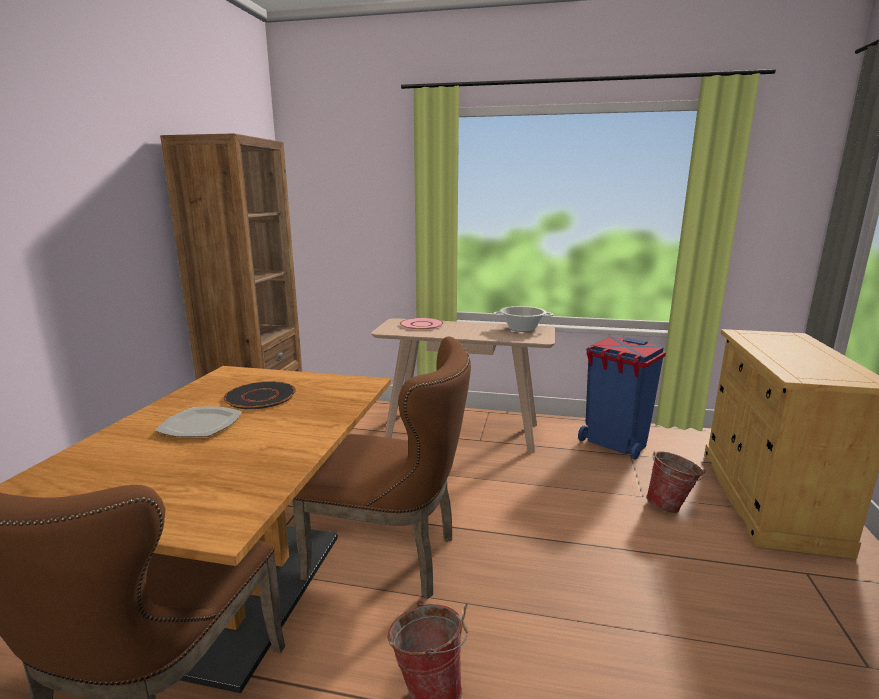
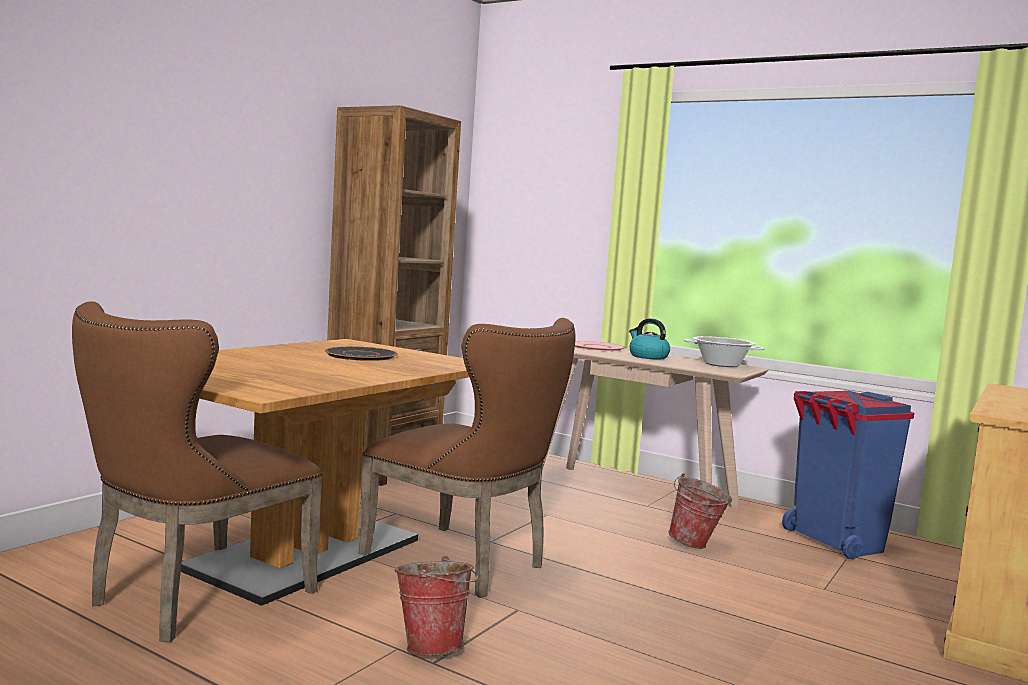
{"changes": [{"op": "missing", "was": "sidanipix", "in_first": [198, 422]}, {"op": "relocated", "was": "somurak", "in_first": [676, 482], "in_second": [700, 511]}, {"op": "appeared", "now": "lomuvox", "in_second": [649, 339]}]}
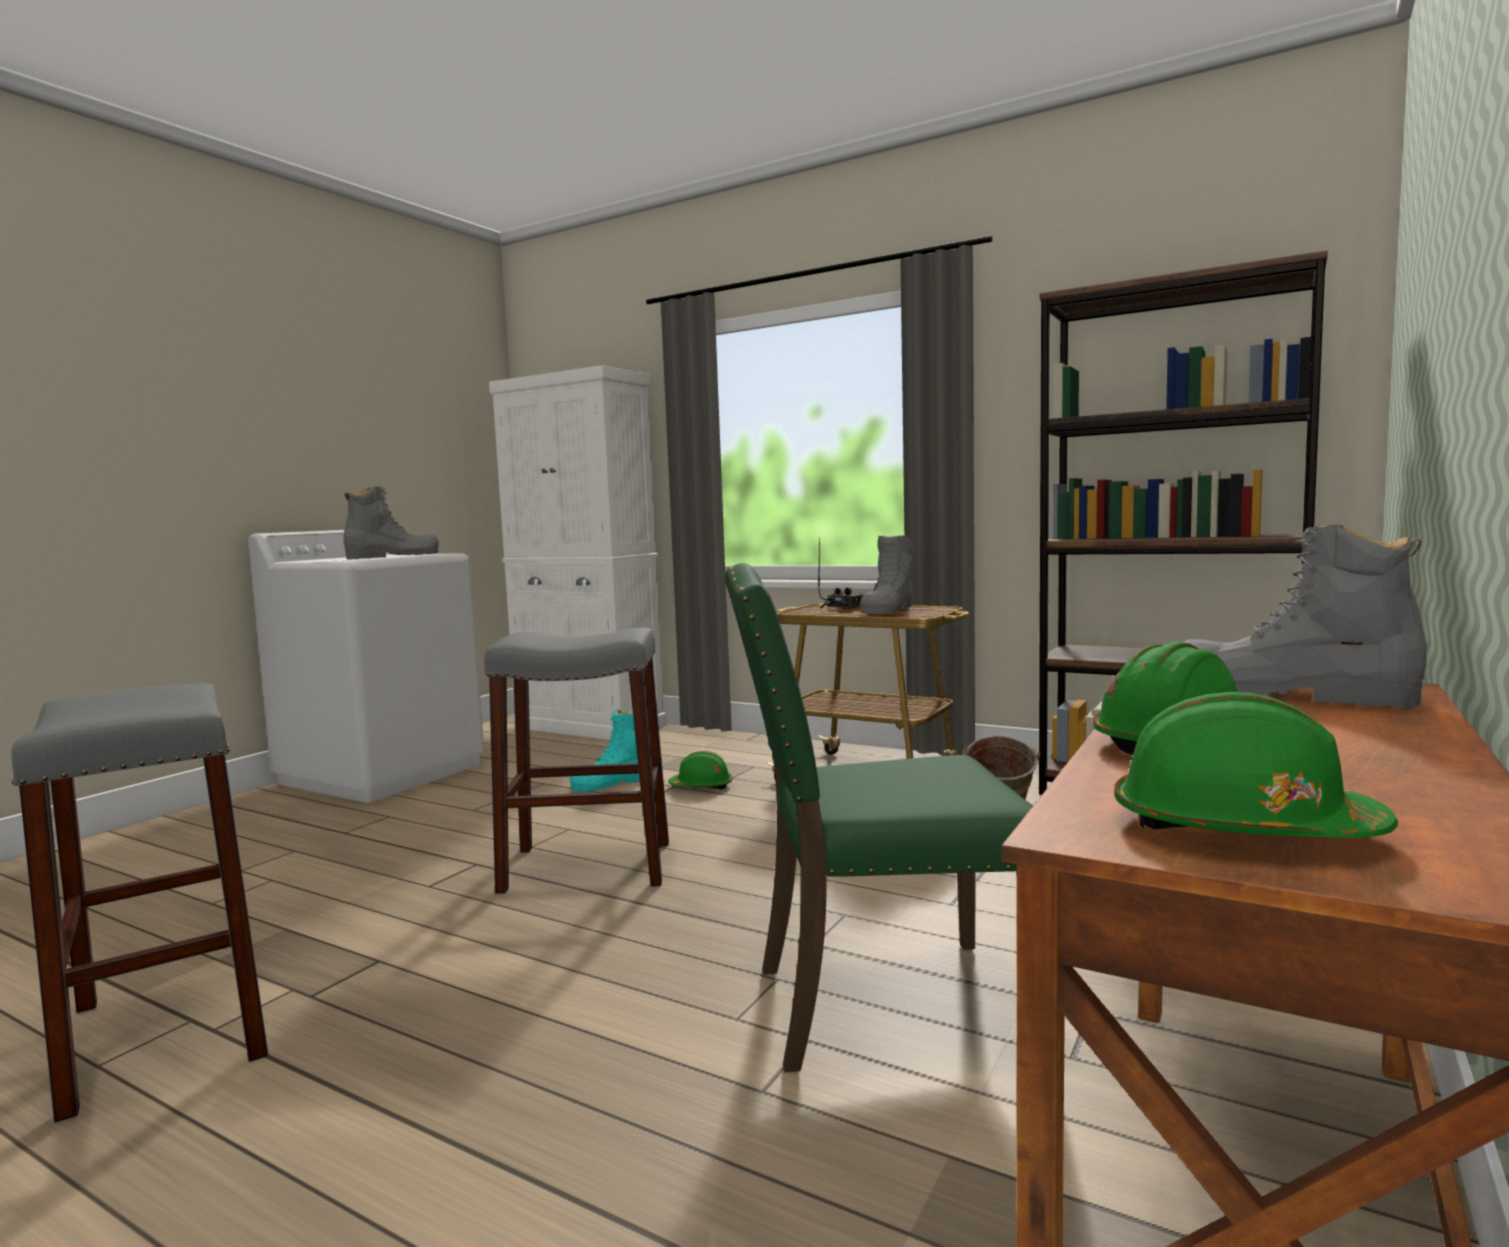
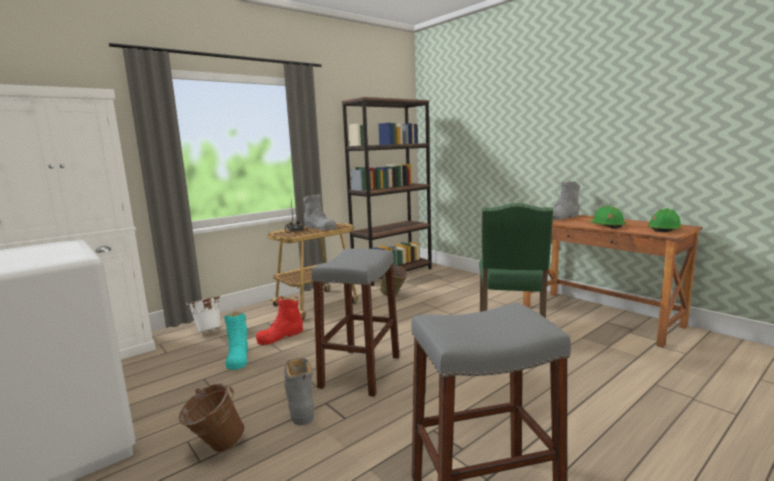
{"changes": [{"op": "relocated", "was": "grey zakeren", "in_first": [391, 522], "in_second": [299, 391]}, {"op": "exchanged", "was": "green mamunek", "now": "red zakeren", "in_first": [700, 770], "in_second": [279, 320]}, {"op": "appeared", "now": "brown somurak", "in_second": [212, 417]}, {"op": "appeared", "now": "white somurak", "in_second": [203, 314]}]}
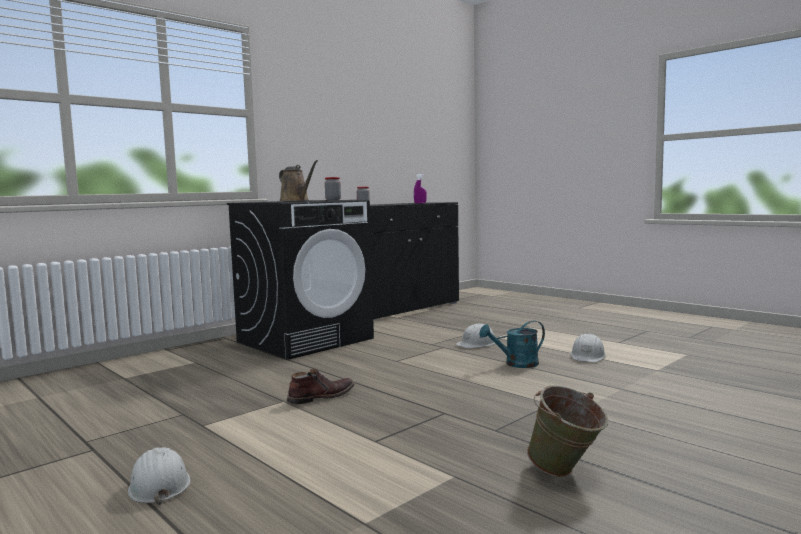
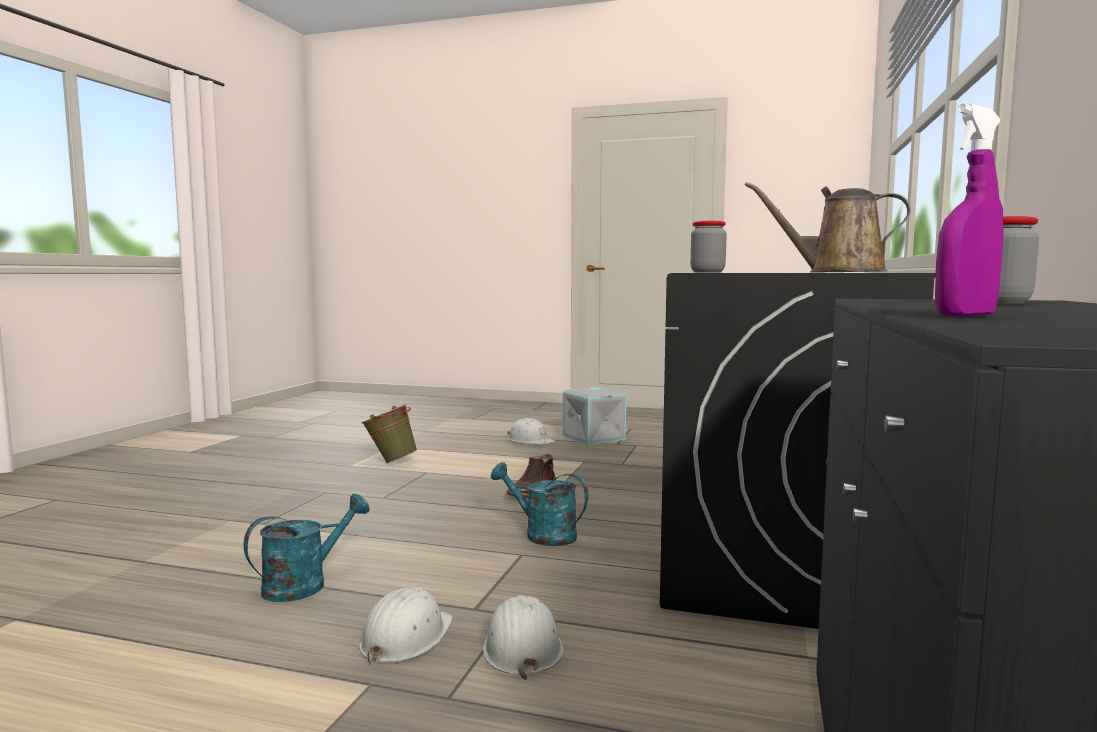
{"changes": [{"op": "relocated", "was": "green somurak", "in_first": [567, 431], "in_second": [389, 433]}, {"op": "relocated", "was": "white mamunek", "in_first": [588, 347], "in_second": [523, 637]}, {"op": "appeared", "now": "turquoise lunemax", "in_second": [540, 504]}, {"op": "appeared", "now": "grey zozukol", "in_second": [594, 416]}]}
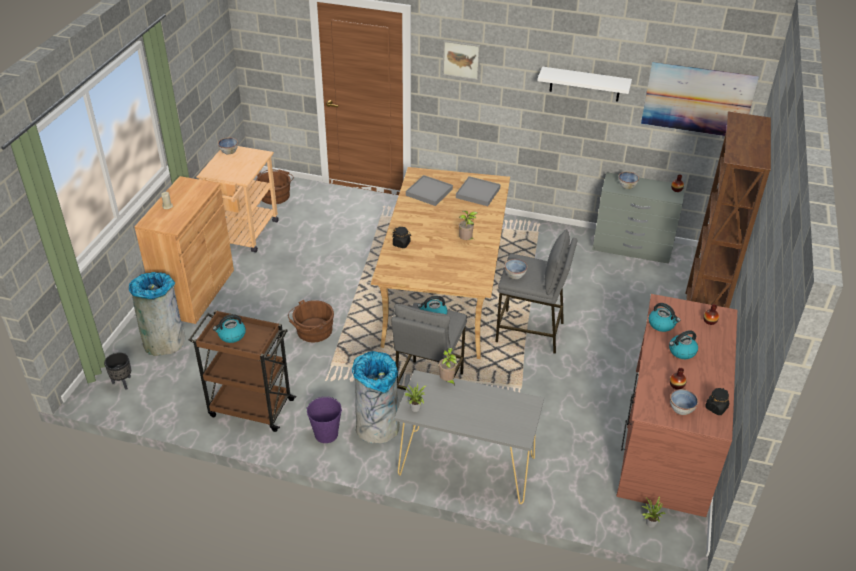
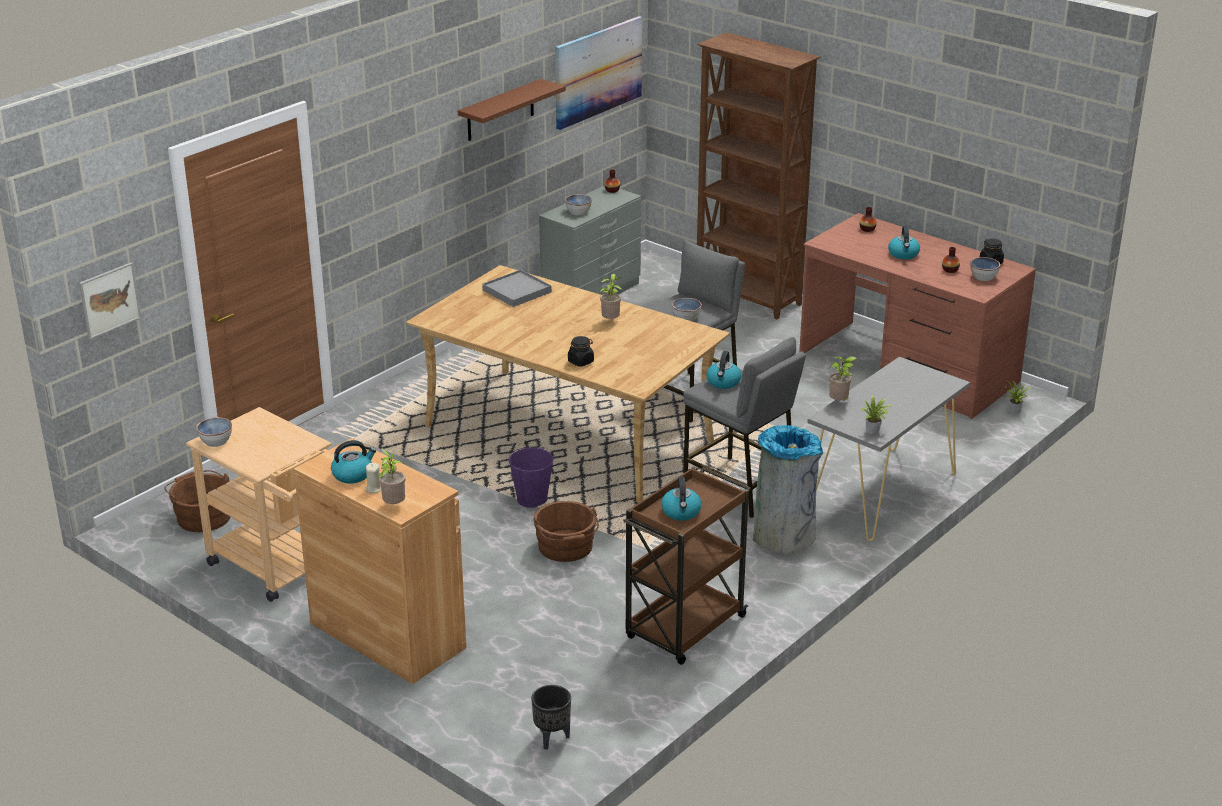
{"changes": [{"op": "missing", "was": "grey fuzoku", "in_first": [157, 314]}, {"op": "relocated", "was": "purple somurak", "in_first": [324, 419], "in_second": [531, 477]}, {"op": "missing", "was": "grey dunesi", "in_first": [429, 190]}, {"op": "relocated", "was": "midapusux", "in_first": [461, 60], "in_second": [110, 301]}, {"op": "colour", "was": "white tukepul", "now": "brown tukepul", "in_first": [584, 84], "in_second": [512, 110]}, {"op": "relocated", "was": "lomuvox", "in_first": [665, 317], "in_second": [353, 461]}, {"op": "appeared", "now": "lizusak", "in_second": [392, 476]}]}
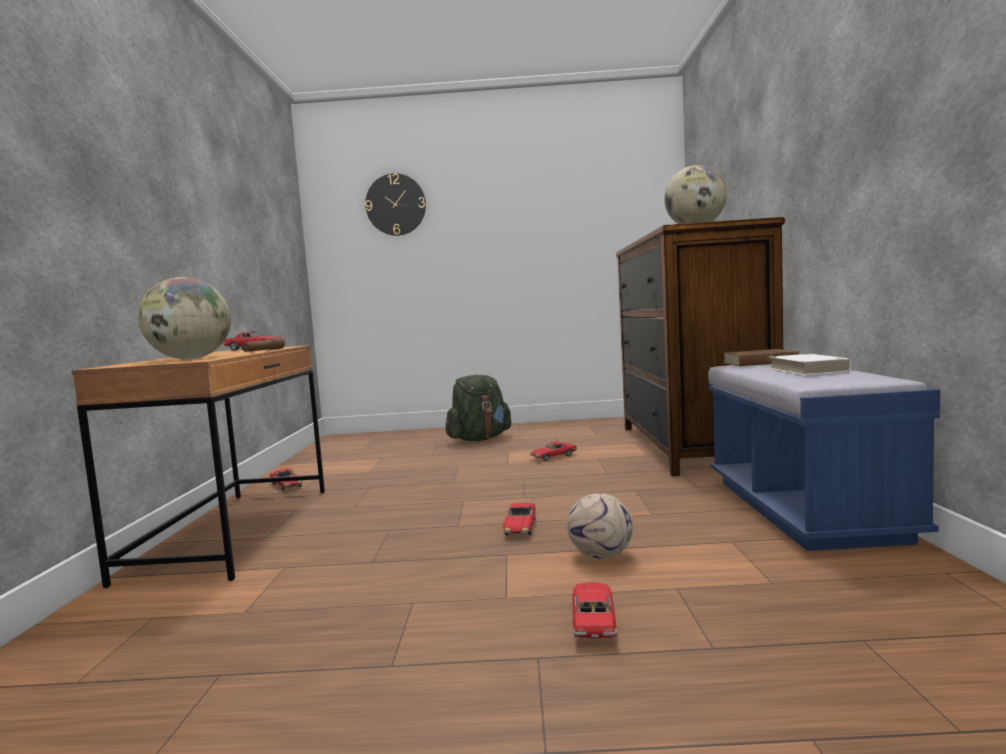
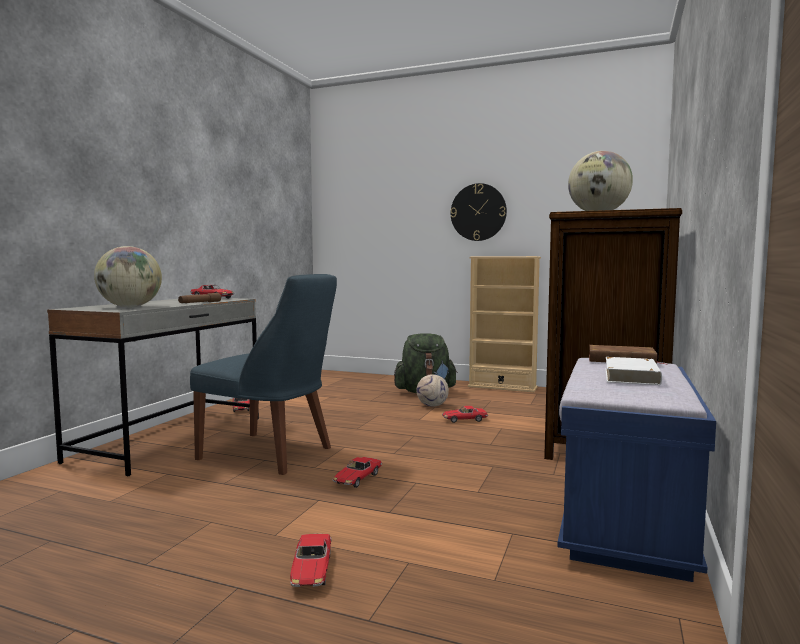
{"changes": [{"op": "colour", "was": "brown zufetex", "now": "grey zufetex", "in_first": [198, 466], "in_second": [153, 387]}, {"op": "relocated", "was": "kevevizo", "in_first": [395, 204], "in_second": [479, 212]}, {"op": "relocated", "was": "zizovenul", "in_first": [600, 526], "in_second": [433, 390]}, {"op": "spun", "was": "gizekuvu", "in_first": [594, 611], "in_second": [311, 560], "clockwise": 150}, {"op": "appeared", "now": "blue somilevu", "in_second": [263, 374]}, {"op": "appeared", "now": "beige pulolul", "in_second": [504, 324]}]}
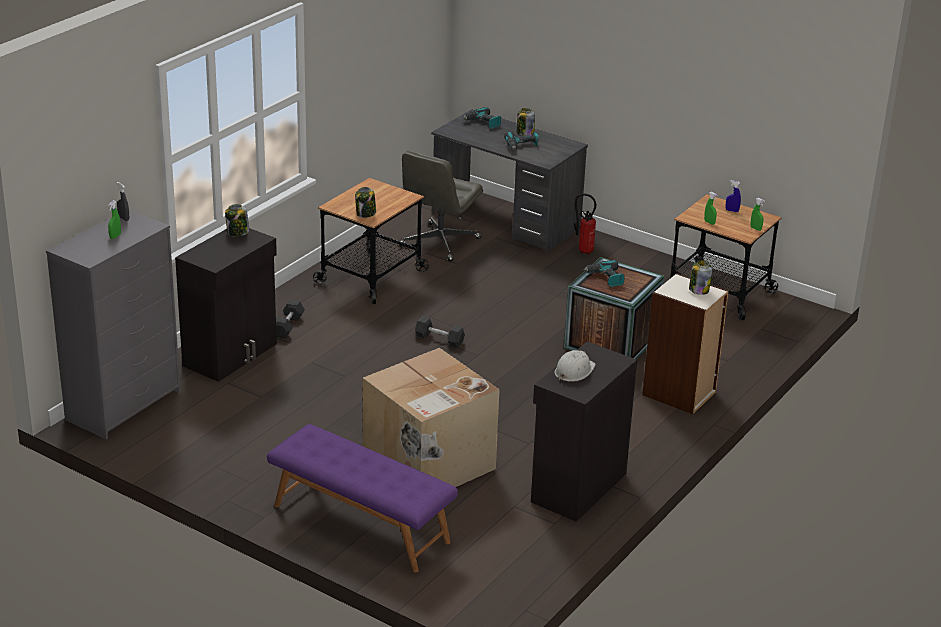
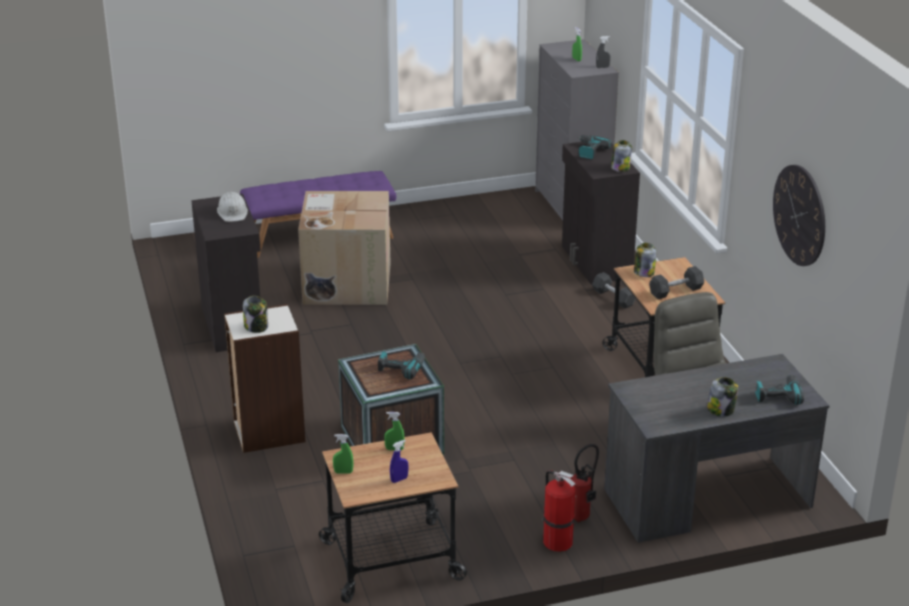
{"changes": [{"op": "relocated", "was": "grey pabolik", "in_first": [440, 332], "in_second": [676, 282]}, {"op": "relocated", "was": "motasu", "in_first": [521, 141], "in_second": [595, 147]}, {"op": "appeared", "now": "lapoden", "in_second": [558, 511]}, {"op": "appeared", "now": "kevevizo", "in_second": [799, 215]}]}
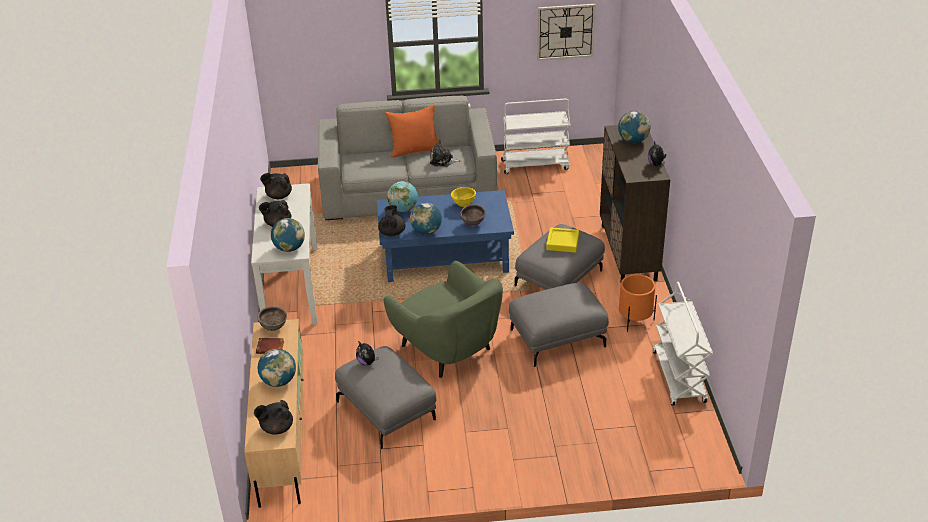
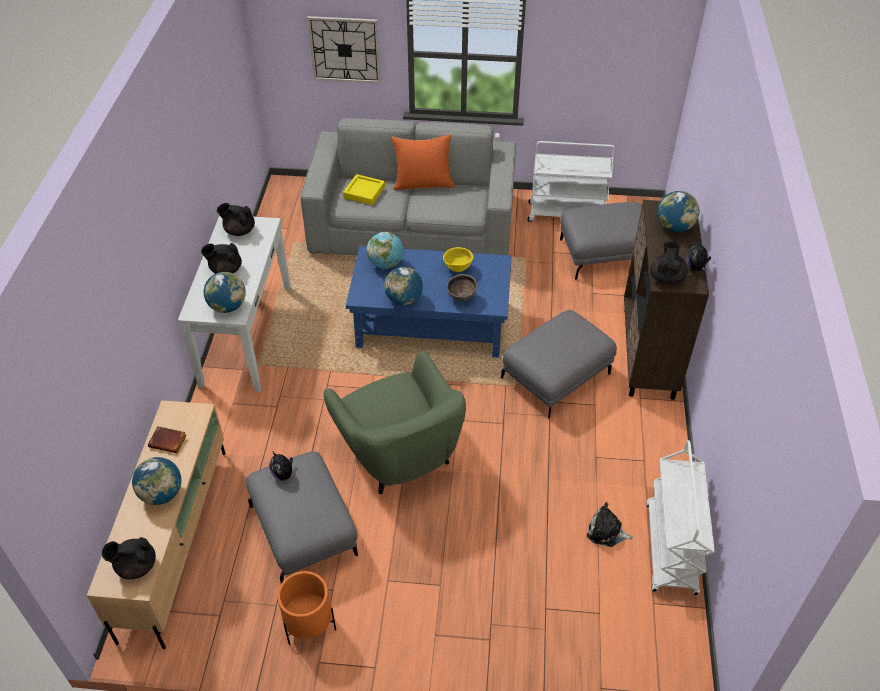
{"changes": [{"op": "missing", "was": "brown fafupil", "in_first": [272, 318]}, {"op": "relocated", "was": "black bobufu", "in_first": [392, 220], "in_second": [669, 263]}, {"op": "relocated", "was": "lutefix", "in_first": [445, 153], "in_second": [610, 524]}, {"op": "relocated", "was": "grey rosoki", "in_first": [559, 325], "in_second": [601, 241]}, {"op": "relocated", "was": "kevevizo", "in_first": [566, 32], "in_second": [344, 49]}, {"op": "relocated", "was": "yellow dunesi", "in_first": [562, 240], "in_second": [364, 189]}, {"op": "relocated", "was": "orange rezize", "in_first": [638, 303], "in_second": [306, 608]}]}
